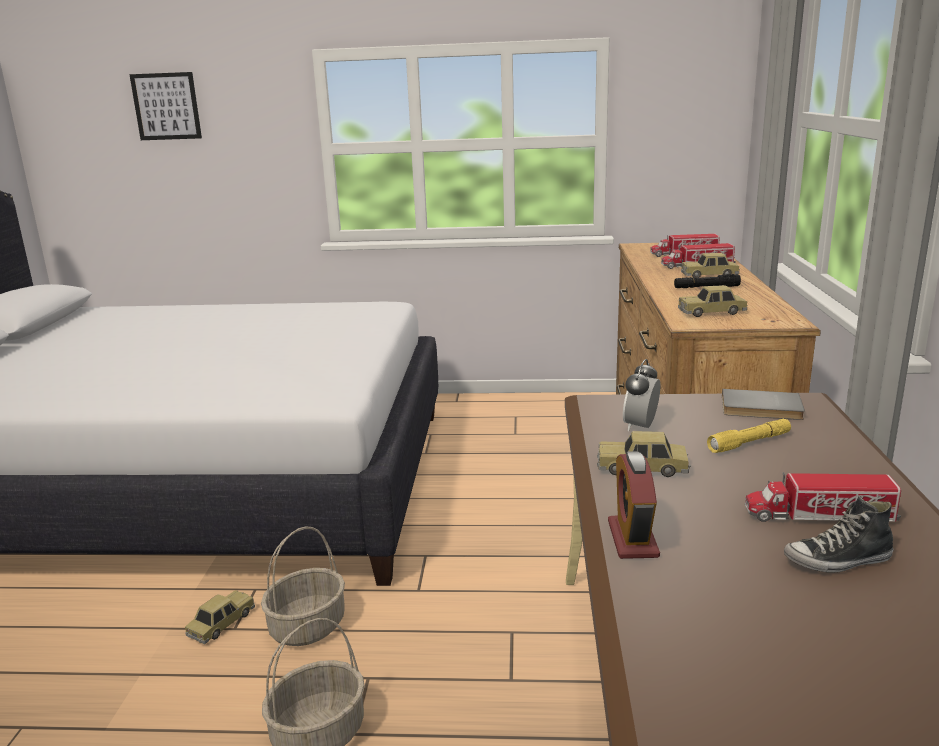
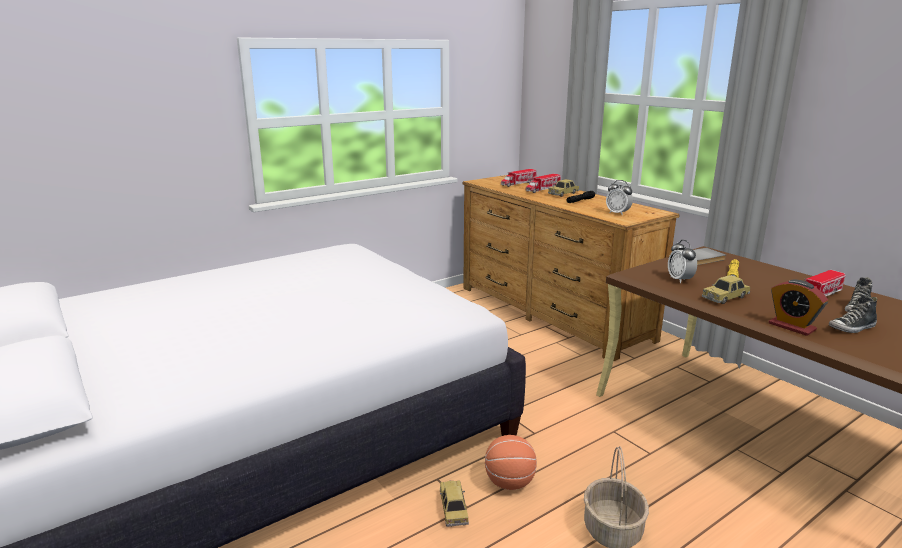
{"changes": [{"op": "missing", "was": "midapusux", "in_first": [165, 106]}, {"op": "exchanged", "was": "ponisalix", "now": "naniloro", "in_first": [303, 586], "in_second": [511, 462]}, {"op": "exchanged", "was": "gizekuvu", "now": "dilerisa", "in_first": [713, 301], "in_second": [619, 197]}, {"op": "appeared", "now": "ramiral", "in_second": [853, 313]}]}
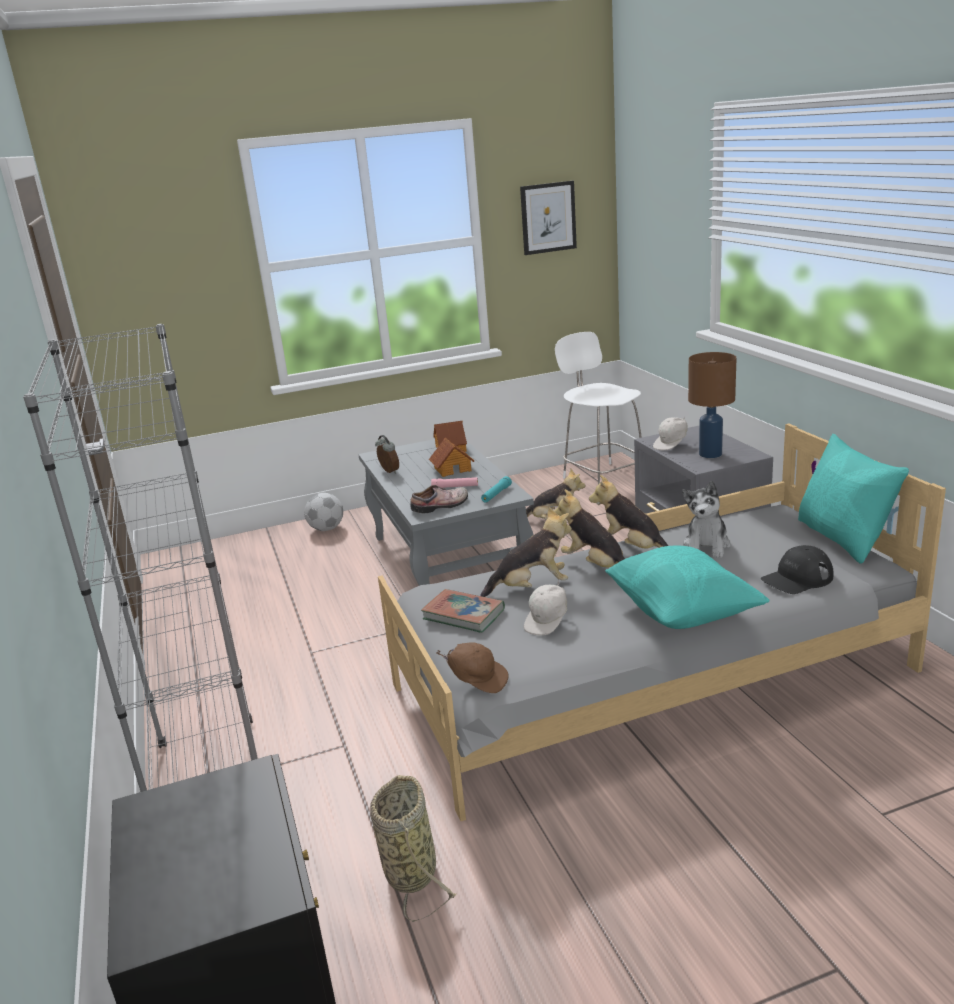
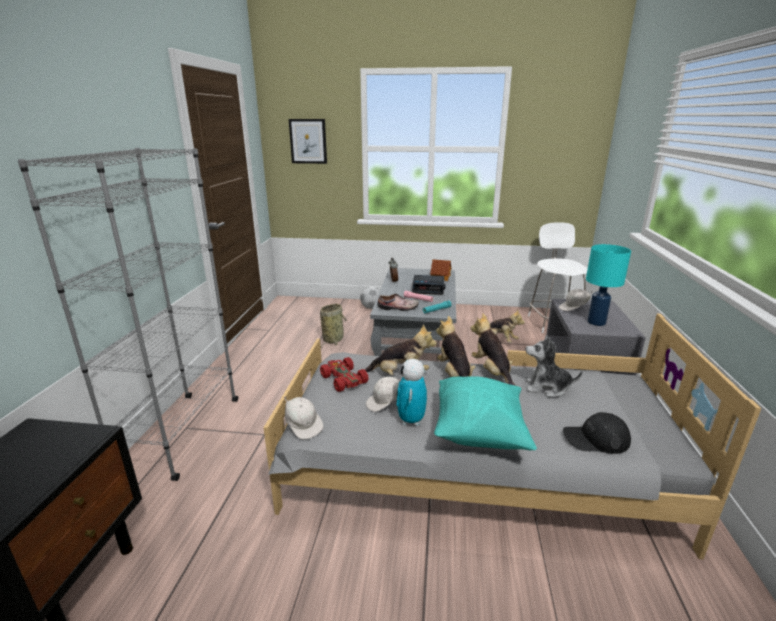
{"changes": [{"op": "relocated", "was": "ponisalix", "in_first": [413, 848], "in_second": [333, 324]}, {"op": "exchanged", "was": "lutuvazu", "now": "red gizekuvu", "in_first": [463, 611], "in_second": [344, 374]}, {"op": "exchanged", "was": "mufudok", "now": "dilerisa", "in_first": [451, 457], "in_second": [429, 285]}, {"op": "colour", "was": "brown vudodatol", "now": "white vudodatol", "in_first": [473, 667], "in_second": [303, 418]}, {"op": "relocated", "was": "midapusux", "in_first": [548, 218], "in_second": [308, 141]}, {"op": "spun", "was": "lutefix", "in_first": [706, 519], "in_second": [554, 366], "clockwise": 60}, {"op": "colour", "was": "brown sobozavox", "now": "turquoise sobozavox", "in_first": [712, 405], "in_second": [608, 285]}, {"op": "missing", "was": "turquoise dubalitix", "in_first": [853, 499]}, {"op": "appeared", "now": "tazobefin", "in_second": [411, 392]}]}
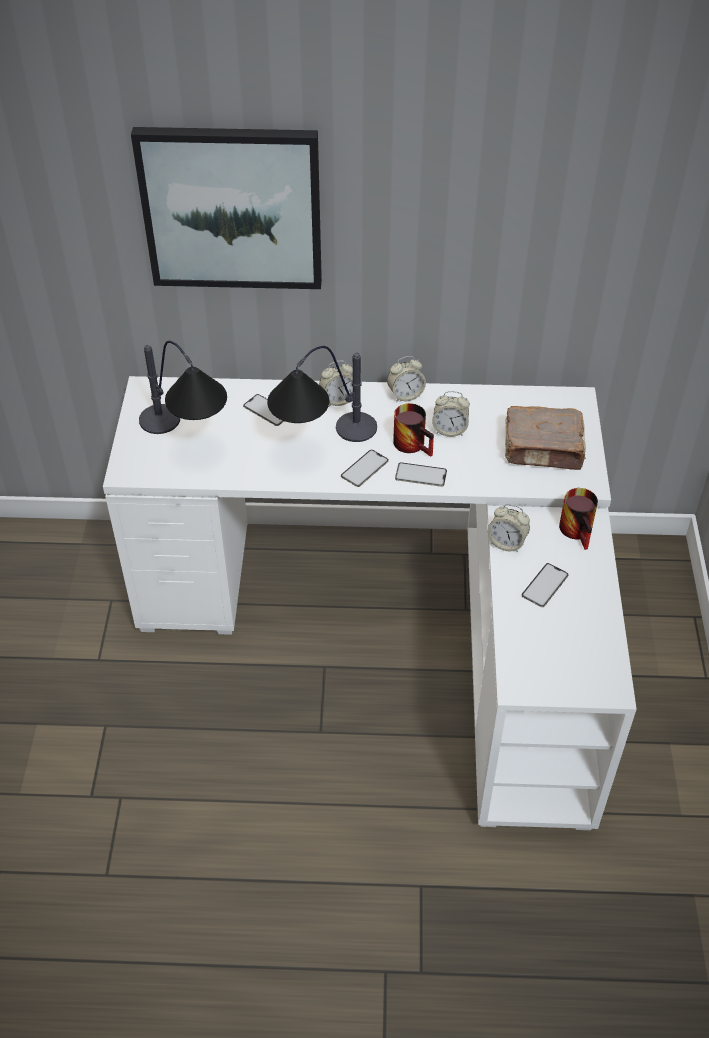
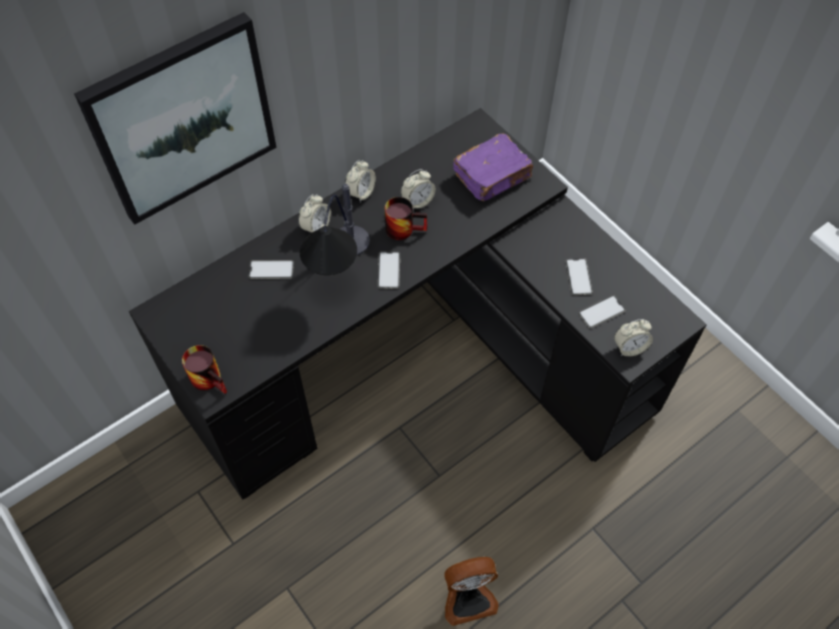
{"changes": [{"op": "colour", "was": "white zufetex", "now": "black zufetex", "in_first": [370, 603], "in_second": [417, 304]}, {"op": "missing", "was": "sobozavox", "in_first": [183, 387]}, {"op": "relocated", "was": "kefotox", "in_first": [421, 474], "in_second": [602, 311]}, {"op": "relocated", "was": "dilerisa", "in_first": [508, 528], "in_second": [633, 338]}, {"op": "colour", "was": "brown lutuvazu", "now": "purple lutuvazu", "in_first": [545, 438], "in_second": [493, 167]}, {"op": "relocated", "was": "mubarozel", "in_first": [578, 519], "in_second": [204, 369]}, {"op": "appeared", "now": "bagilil", "in_second": [471, 591]}]}
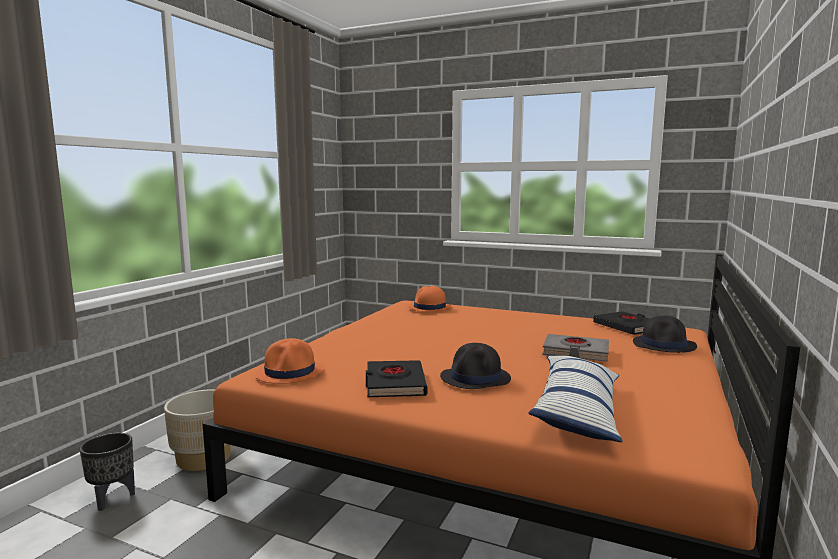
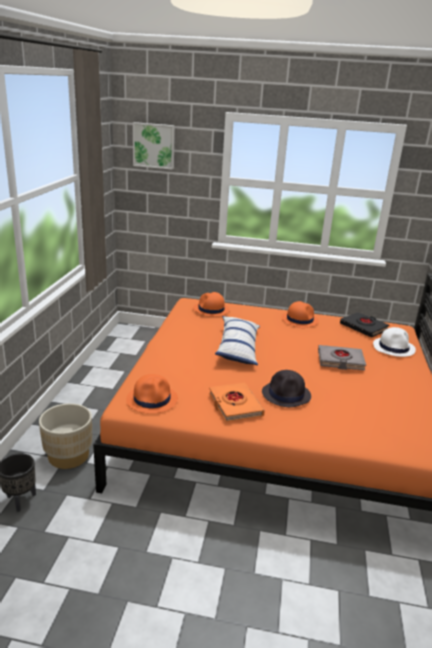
{"changes": [{"op": "colour", "was": "black lutuvazu", "now": "orange lutuvazu", "in_first": [397, 378], "in_second": [237, 402]}, {"op": "relocated", "was": "dubalitix", "in_first": [575, 398], "in_second": [237, 340]}, {"op": "colour", "was": "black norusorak", "now": "white norusorak", "in_first": [665, 334], "in_second": [394, 342]}, {"op": "appeared", "now": "midapusux", "in_second": [154, 146]}, {"op": "appeared", "now": "orange norusorak", "in_second": [300, 314]}]}
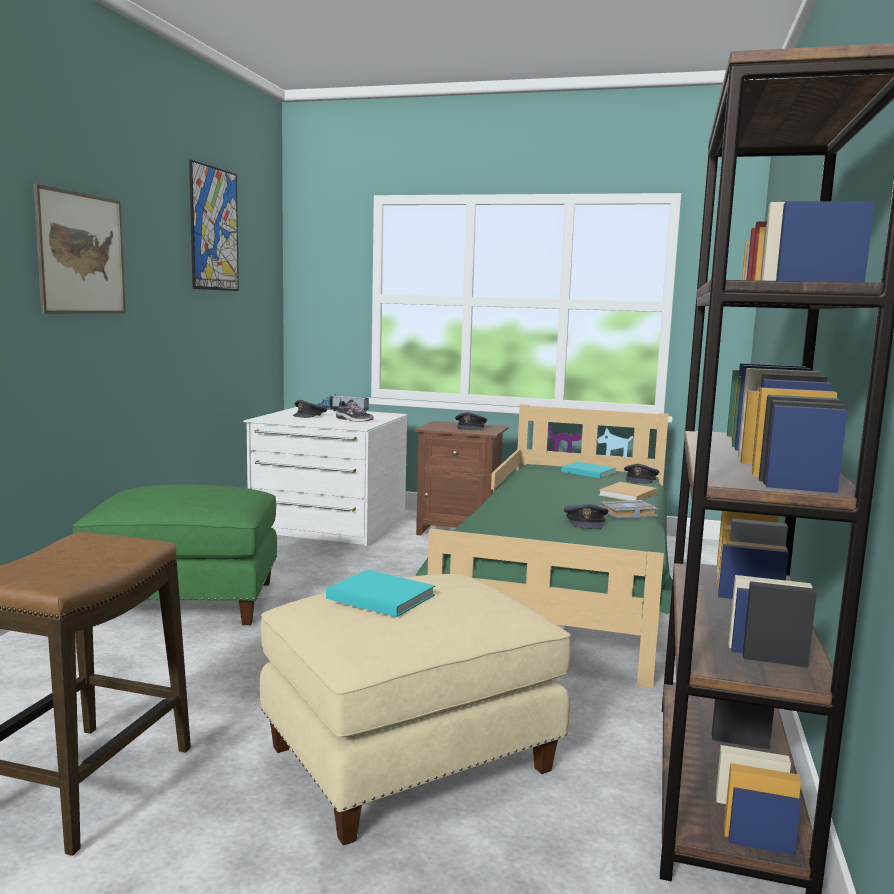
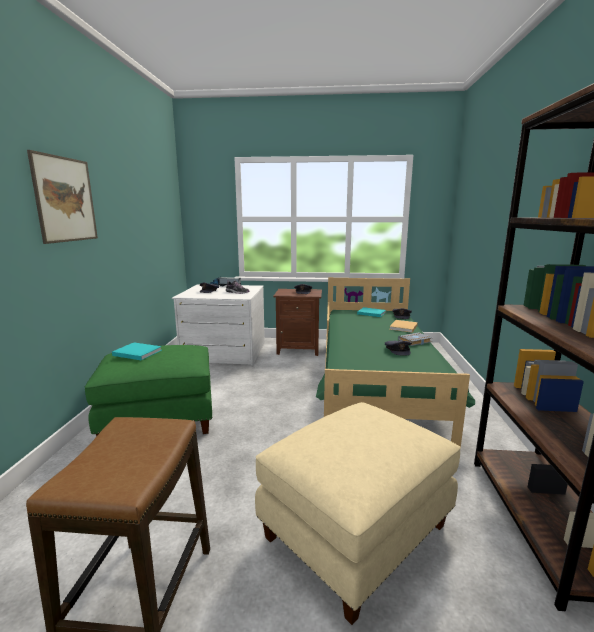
{"changes": [{"op": "missing", "was": "midapusux", "in_first": [214, 225]}, {"op": "relocated", "was": "turquoise lutuvazu", "in_first": [380, 593], "in_second": [137, 351]}]}
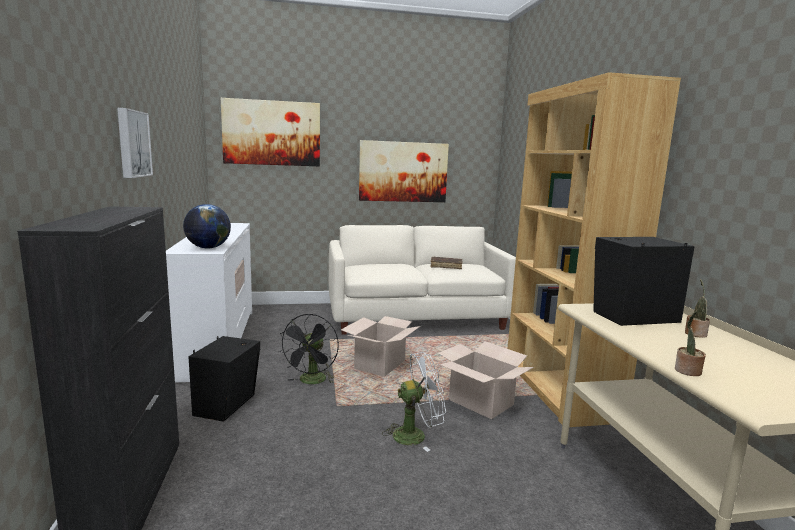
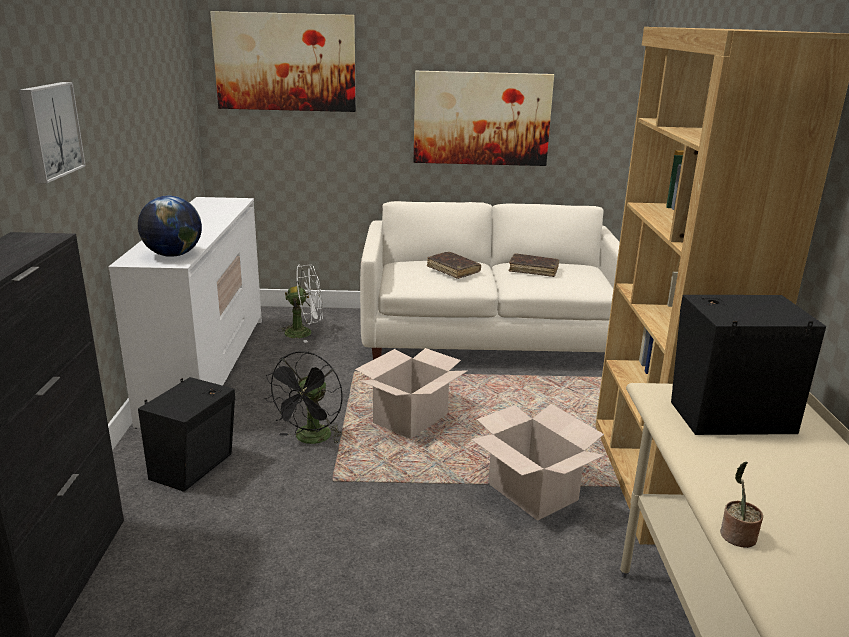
{"changes": [{"op": "relocated", "was": "white bagilil", "in_first": [414, 402], "in_second": [300, 304]}, {"op": "missing", "was": "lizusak", "in_first": [697, 308]}, {"op": "appeared", "now": "brown lutuvazu", "in_second": [454, 265]}]}
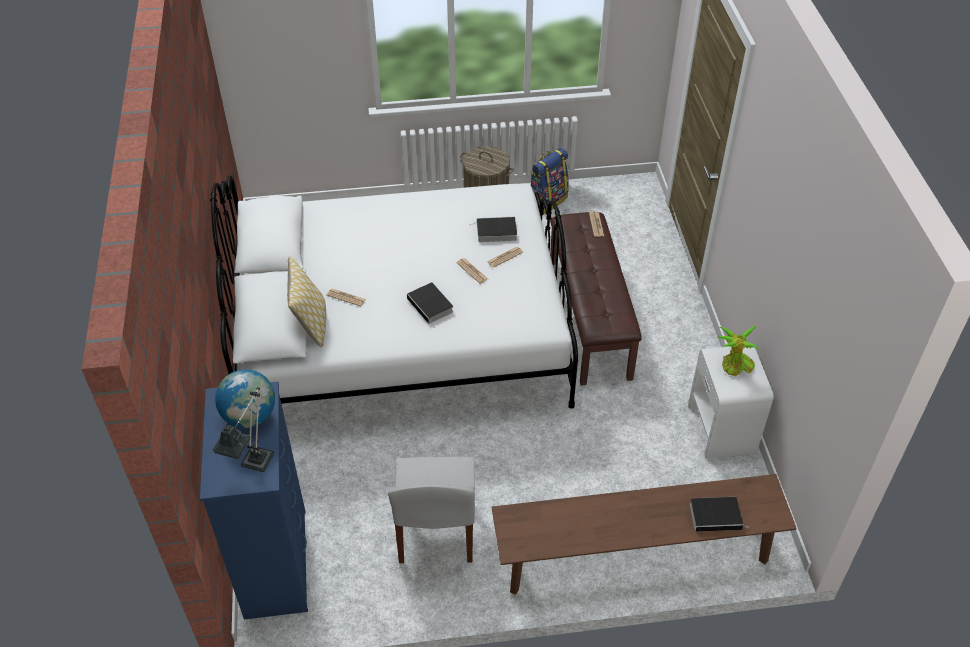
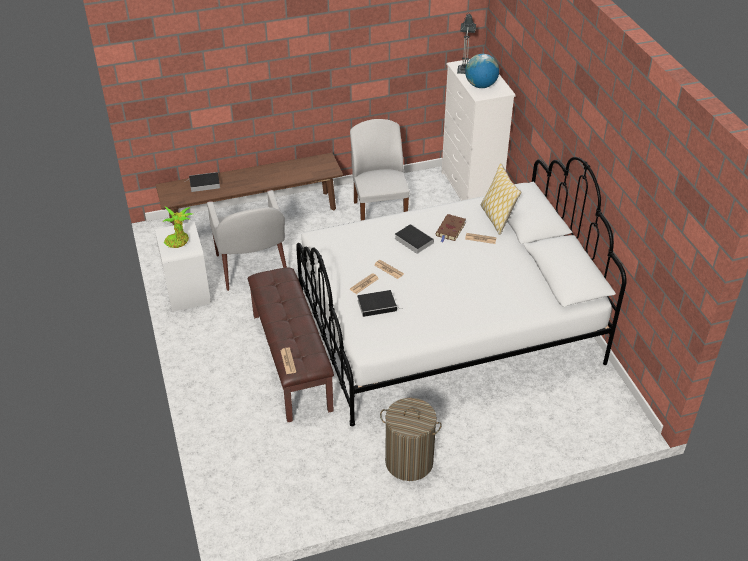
{"changes": [{"op": "colour", "was": "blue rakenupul", "now": "white rakenupul", "in_first": [254, 500], "in_second": [479, 130]}, {"op": "missing", "was": "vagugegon", "in_first": [550, 181]}, {"op": "appeared", "now": "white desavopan", "in_second": [247, 240]}, {"op": "appeared", "now": "brown lutuvazu", "in_second": [451, 228]}]}
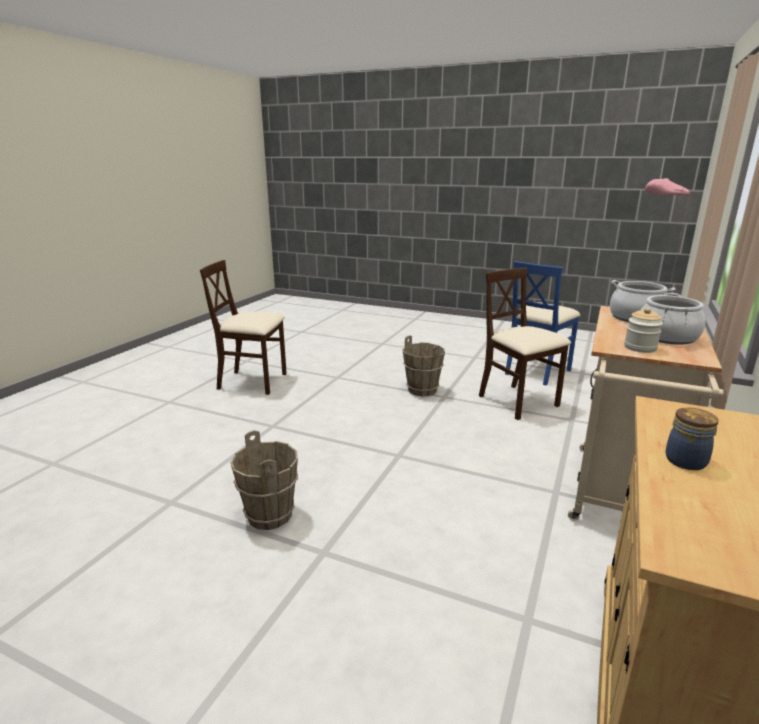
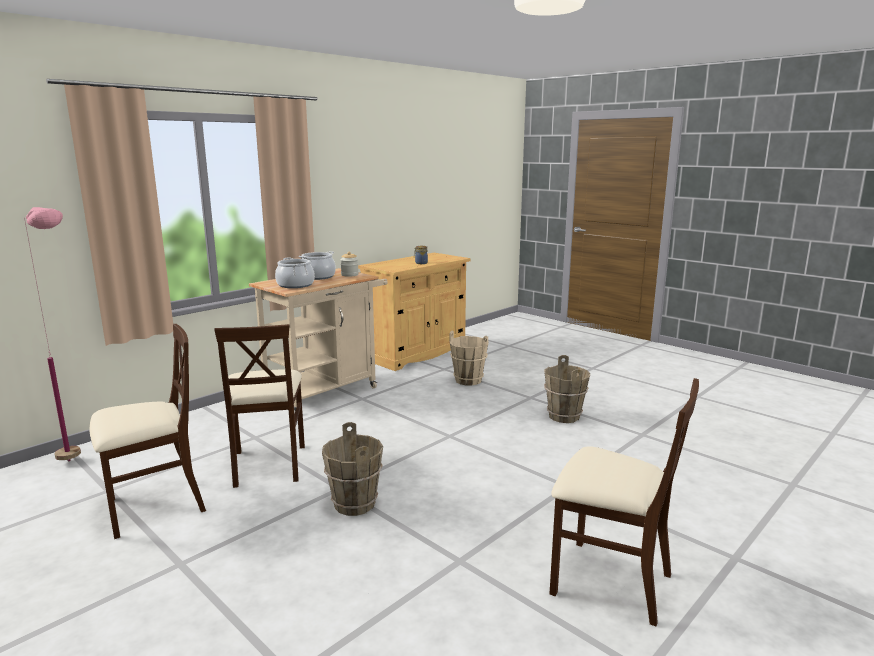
{"changes": [{"op": "colour", "was": "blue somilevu", "now": "beige somilevu", "in_first": [543, 323], "in_second": [148, 431]}, {"op": "appeared", "now": "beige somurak", "in_second": [469, 358]}]}
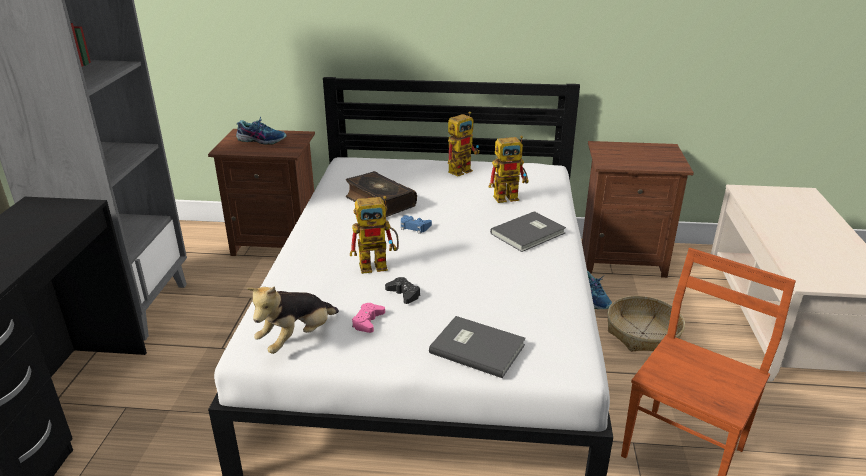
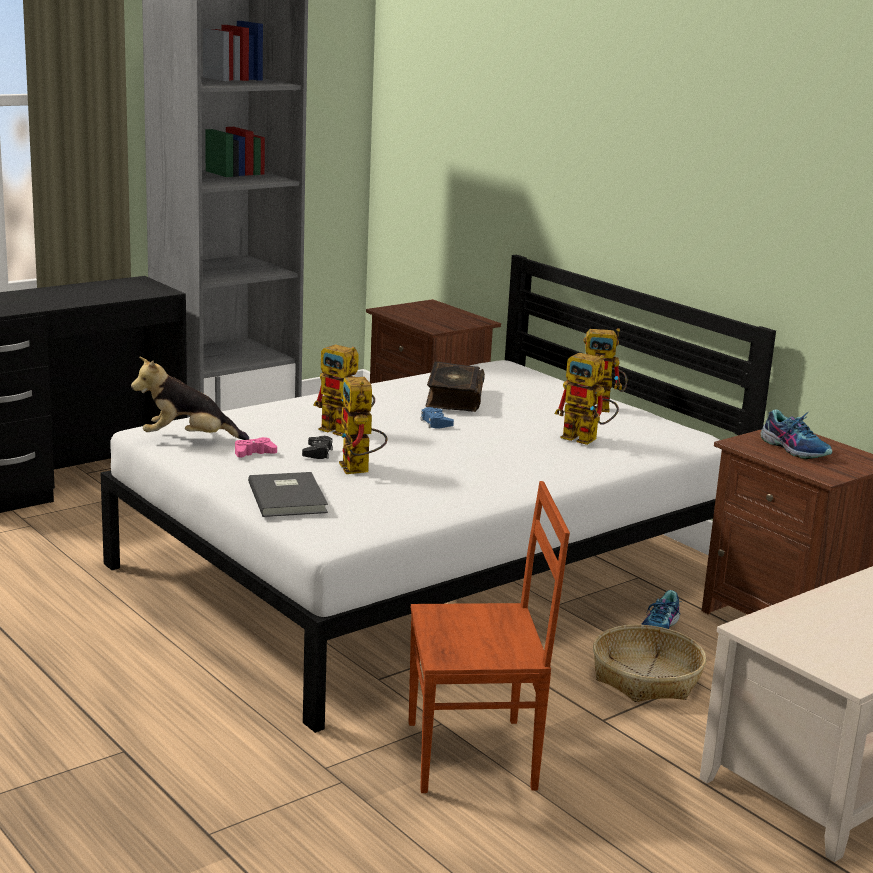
{"changes": [{"op": "relocated", "was": "ramiral", "in_first": [261, 130], "in_second": [796, 434]}, {"op": "missing", "was": "grey lutuvazu", "in_first": [528, 231]}, {"op": "appeared", "now": "tazobefin", "in_second": [363, 425]}]}
